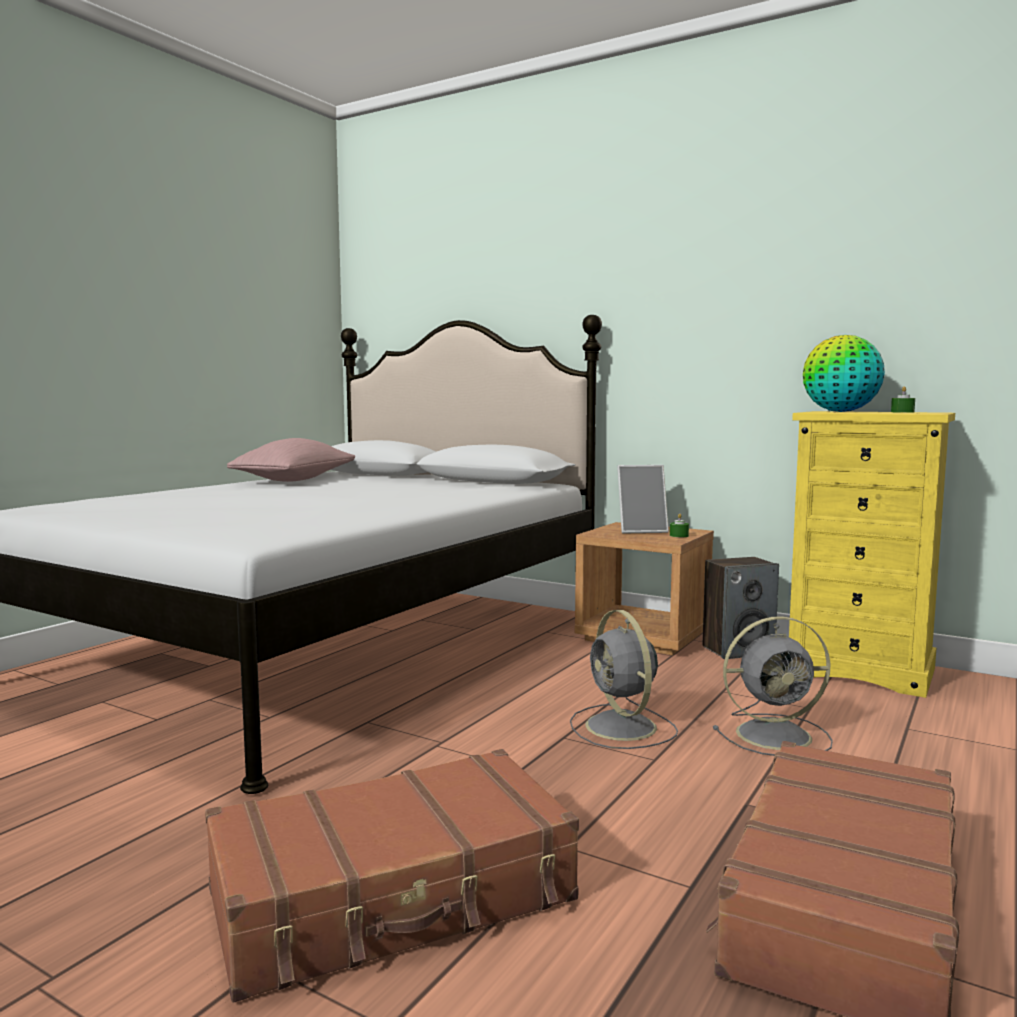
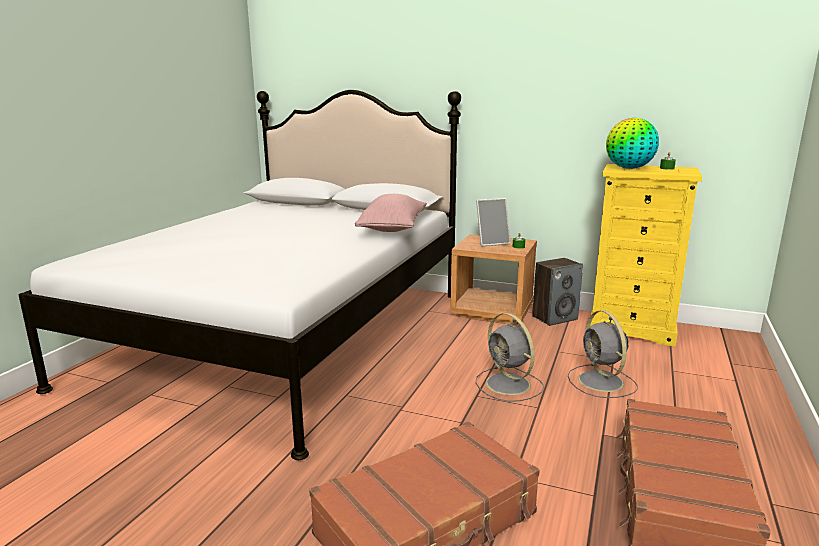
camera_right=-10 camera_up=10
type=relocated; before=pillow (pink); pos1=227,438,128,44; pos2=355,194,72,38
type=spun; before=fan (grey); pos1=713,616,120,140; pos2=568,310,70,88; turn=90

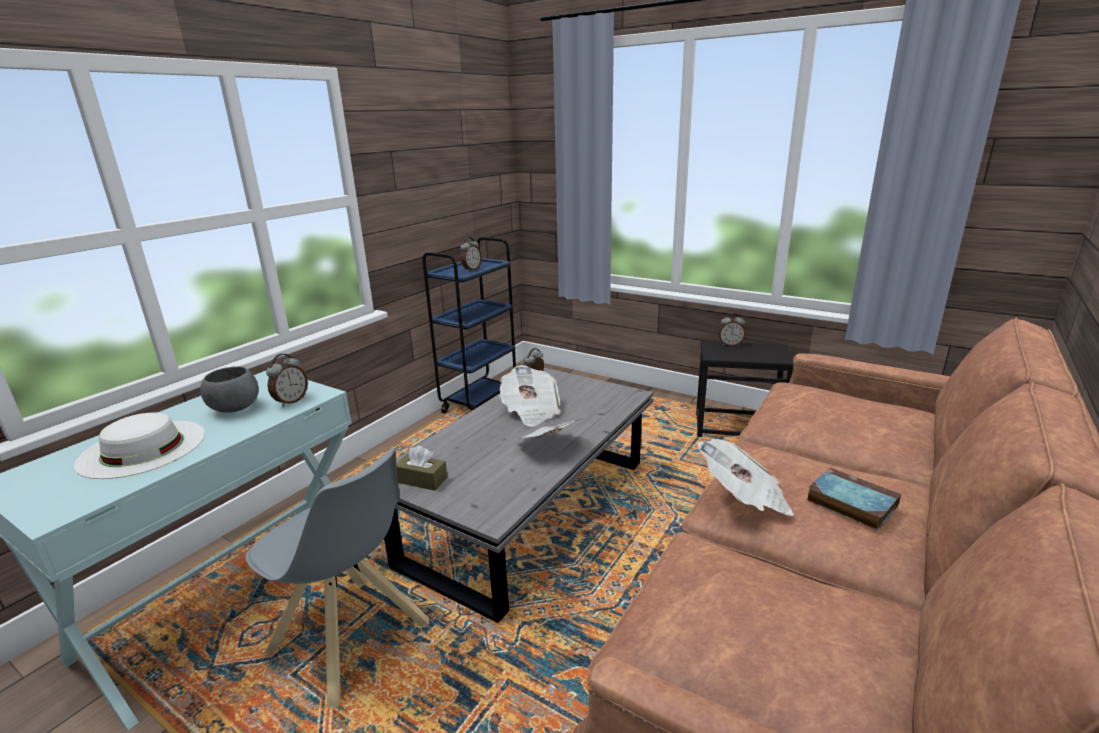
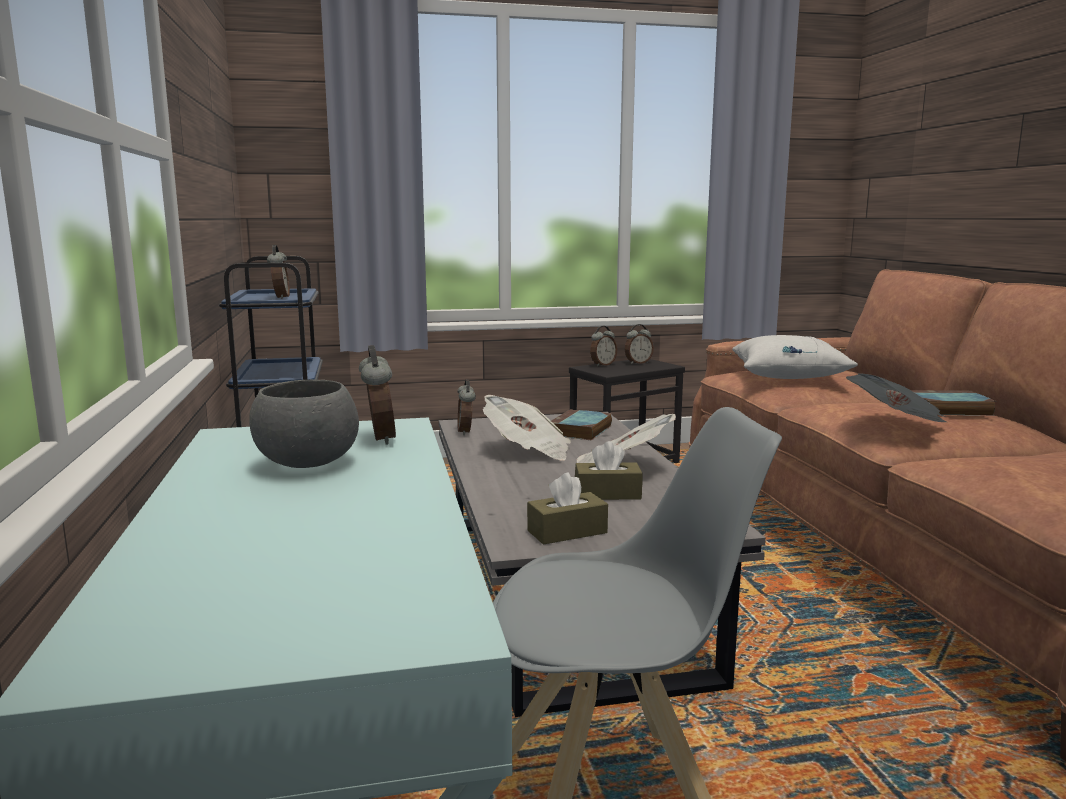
camera_right=-45 camera_up=-10
type=missing; before=hat (white); pos1=74,412,131,67
type=appeared; after=book; pos2=551,409,61,31
type=appeared; after=tissue box (brown); pos2=575,441,68,59
type=appeared; after=alarm clock; pos2=624,324,30,40
type=appeared; after=pillow (grey); pos2=732,335,126,44

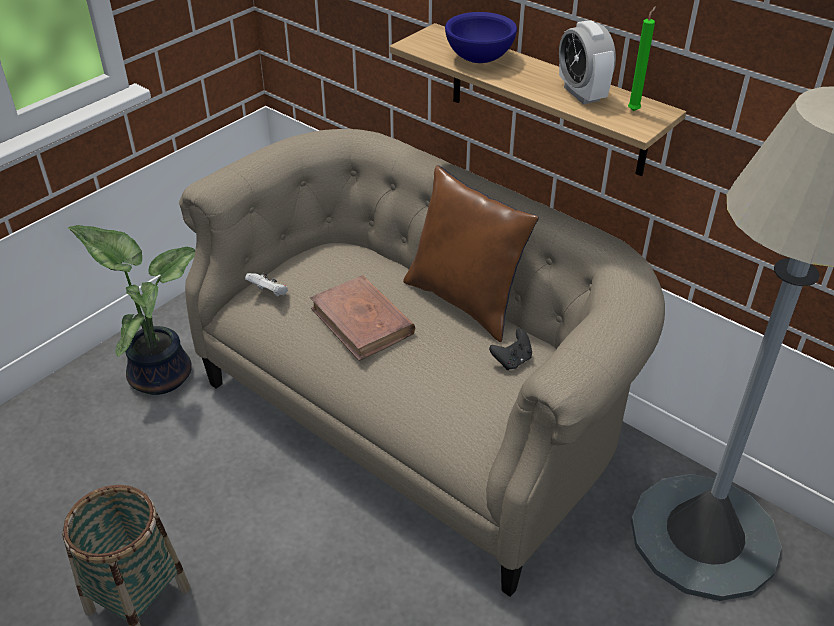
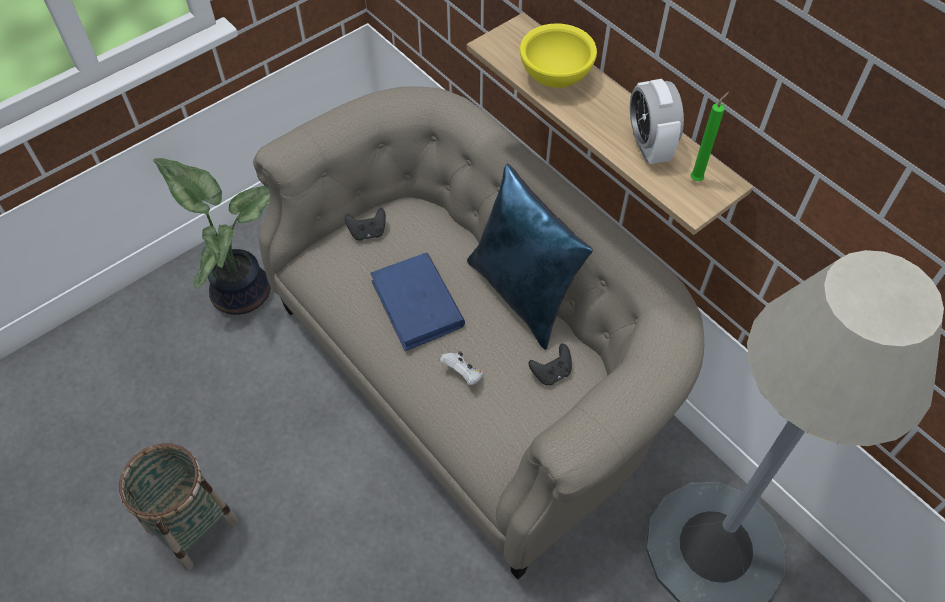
camera_right=10 camera_up=15
type=relocated; before=game controller (white); pos1=245,273,43,24; pos2=439,351,44,34
type=colour; before=book (brown); after=book (blue); pos1=310,275,105,86; pos2=370,253,95,98
type=colour; before=pillow (brown); after=pillow (blue); pos1=403,165,136,177; pos2=467,164,126,186
type=colour; before=bowl (blue); after=bowl (yellow); pos1=445,12,72,51; pos2=520,24,77,64
type=appeared; after=game controller (black); pos2=345,208,41,33

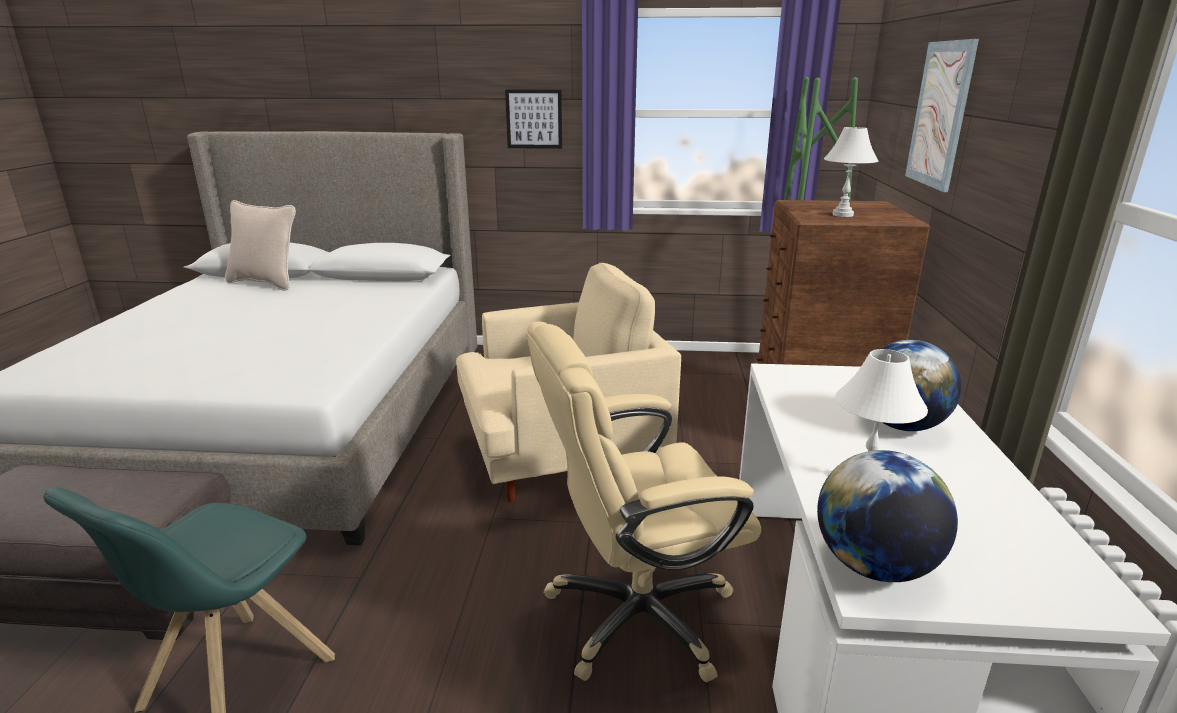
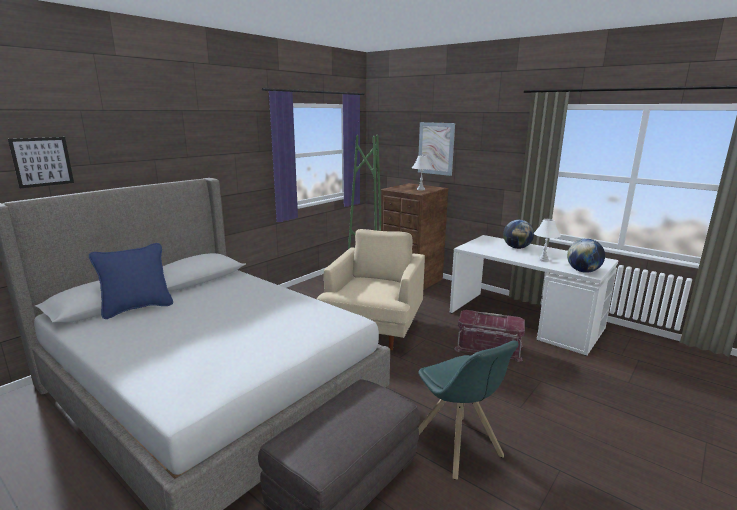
camera_right=-55 camera_up=-5
type=colour; before=pillow (beige); after=pillow (blue); pos1=225,200,71,91; pos2=89,243,84,76
type=relocated; before=picture; pos1=505,90,57,59; pos2=8,137,66,51
type=exchanged; before=office chair (beige); after=storage box (red); pos1=526,321,235,361; pos2=454,310,71,52

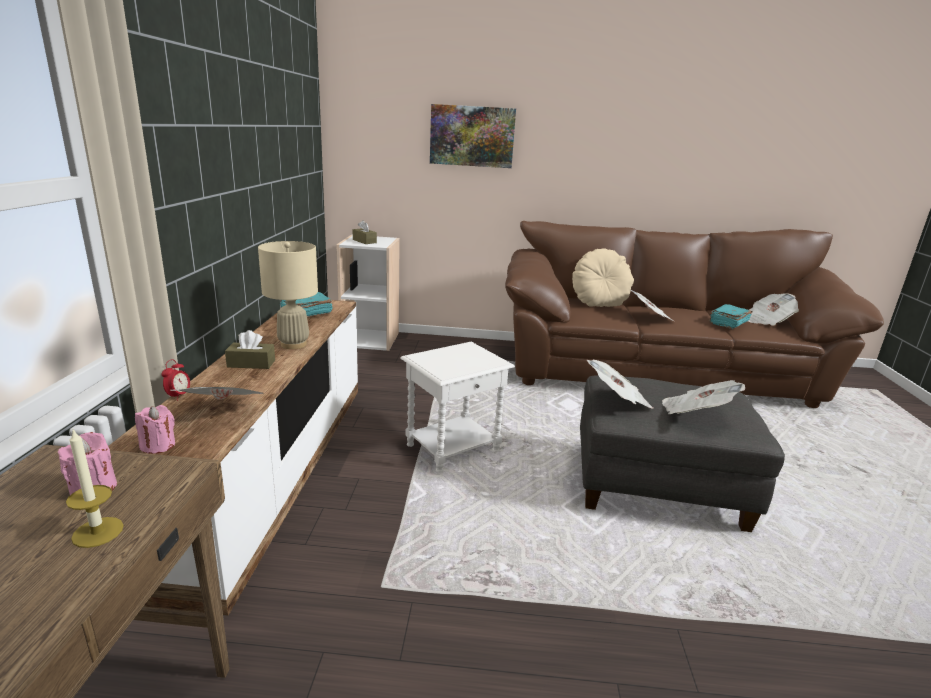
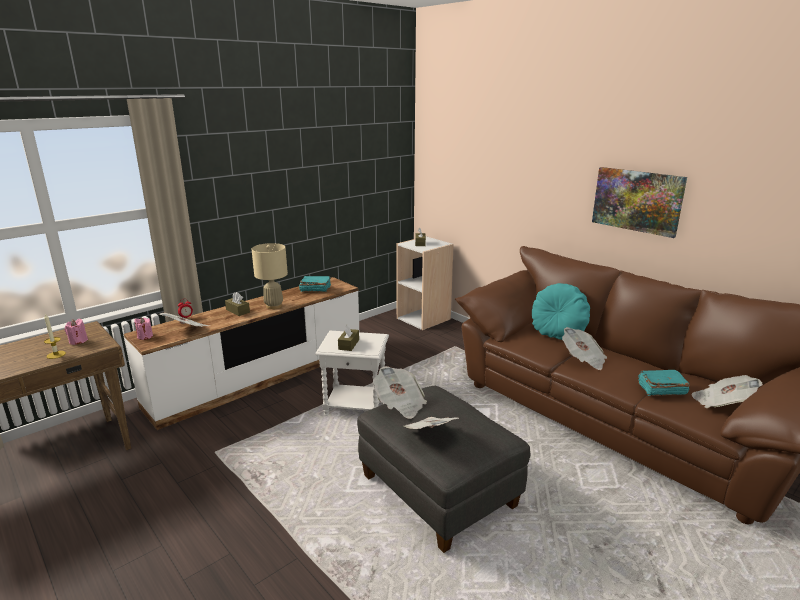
camera_right=45 camera_up=0
type=relocated; before=picture; pos1=430,104,86,64; pos2=592,167,95,71
type=colour; before=pillow (beige); after=pillow (turquoise); pos1=572,248,62,59; pos2=532,283,58,57
type=appeared; after=tissue box (brown); pos2=338,325,21,26

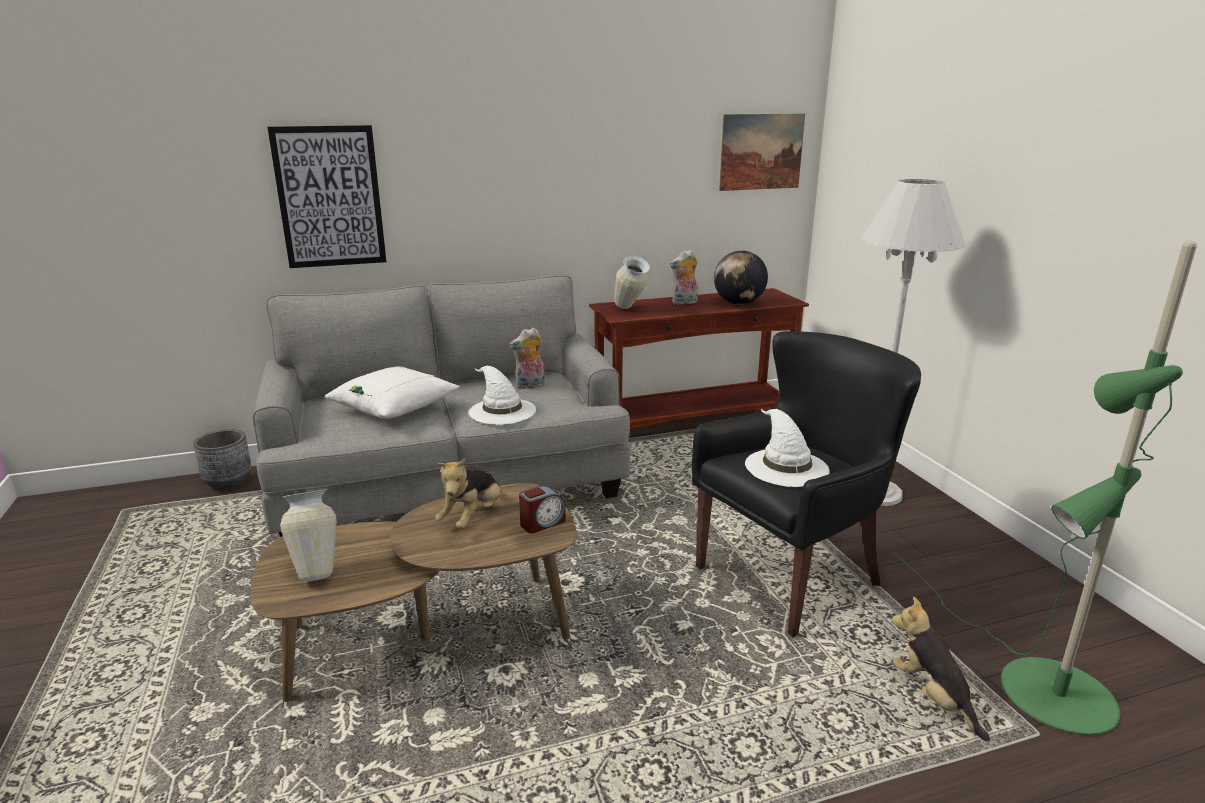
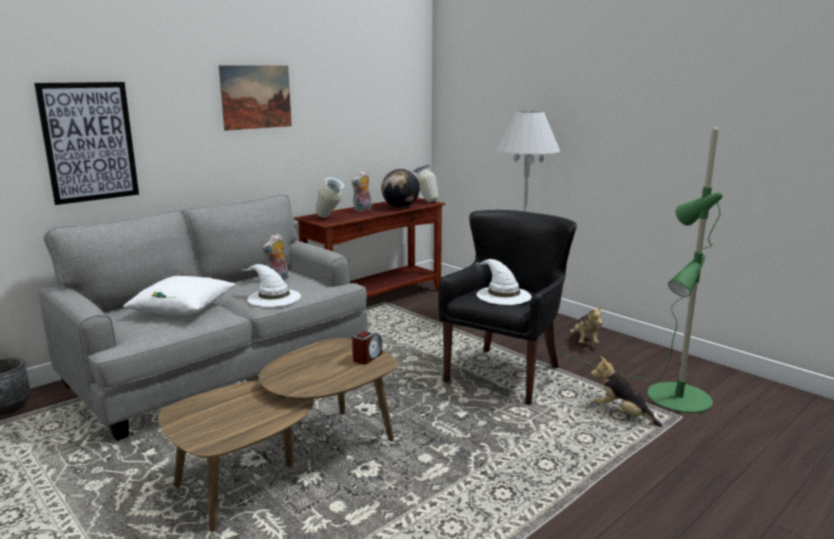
camera_right=-25 camera_up=-5
type=relocated; before=vase; pos1=280,489,57,93; pos2=413,165,26,38
type=relocated; before=plush toy; pos1=435,458,66,71; pos2=570,306,33,38
type=relocated; before=picture; pos1=719,114,86,77; pos2=218,65,74,66

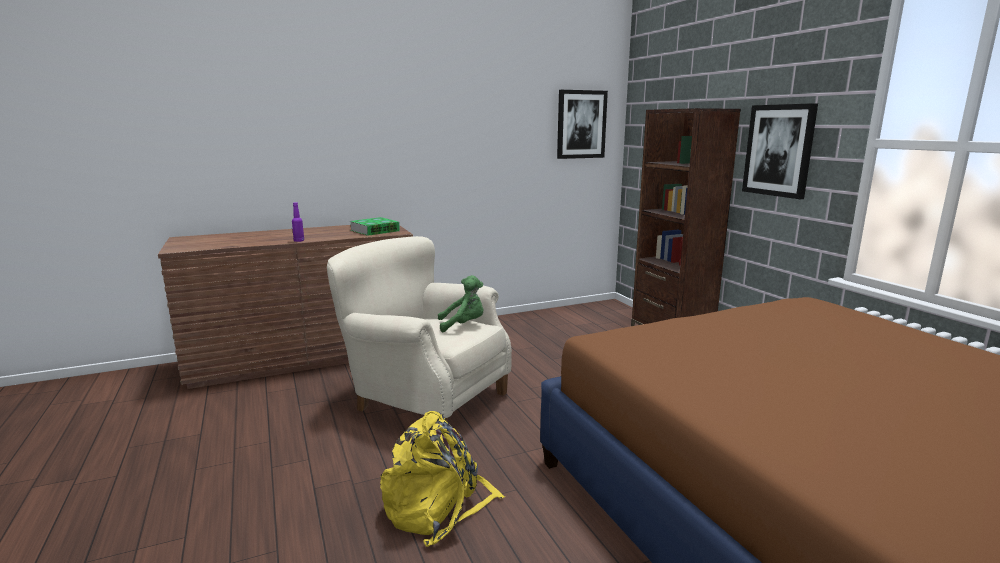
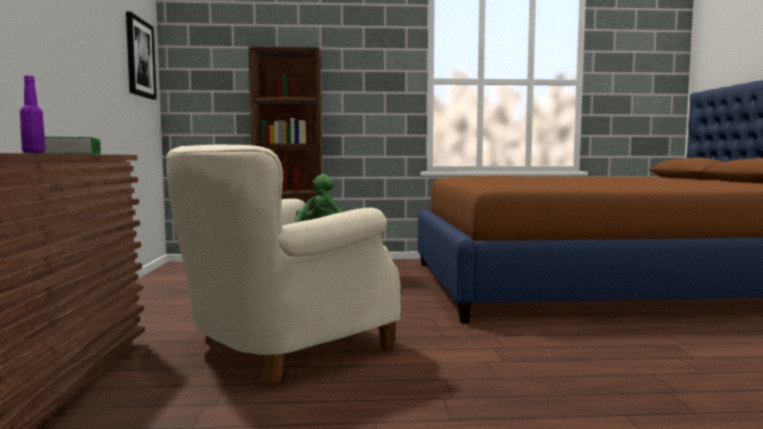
camera_right=-70 camera_up=-10
type=missing; before=backpack (yellow); pos1=380,411,125,136
type=missing; before=picture; pos1=742,103,76,96

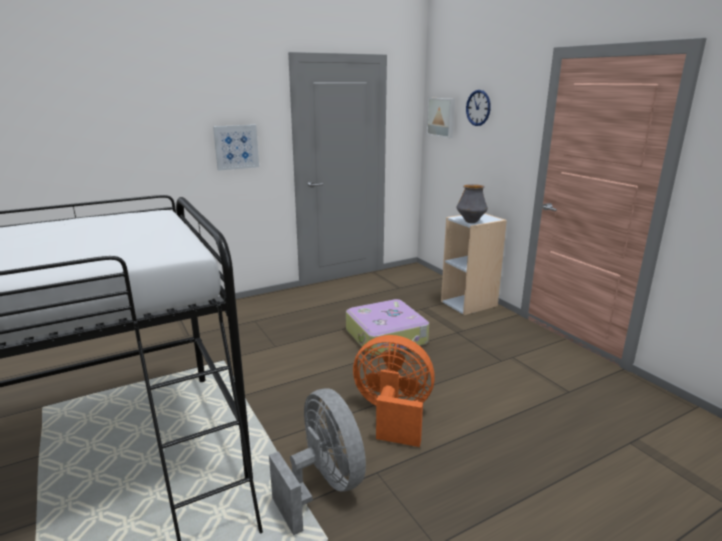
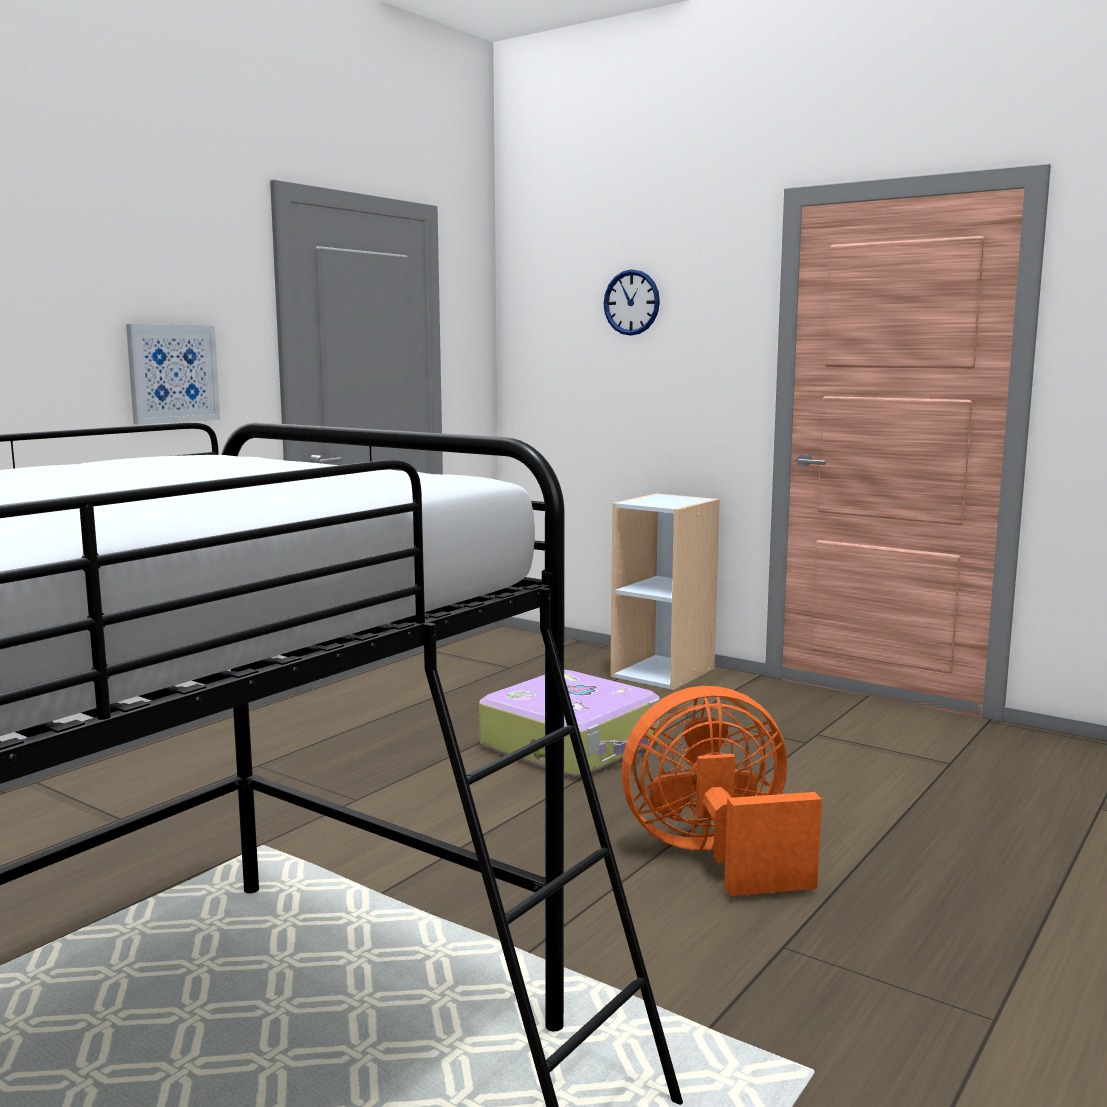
camera_right=-25 camera_up=-10
type=missing; before=fan (grey); pos1=269,388,97,147
type=missing; before=picture; pos1=427,98,28,40
type=missing; before=vase; pos1=457,184,31,39

